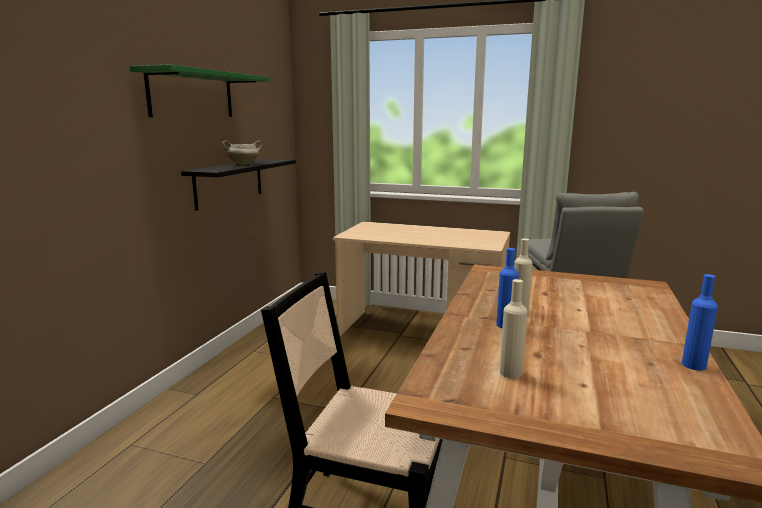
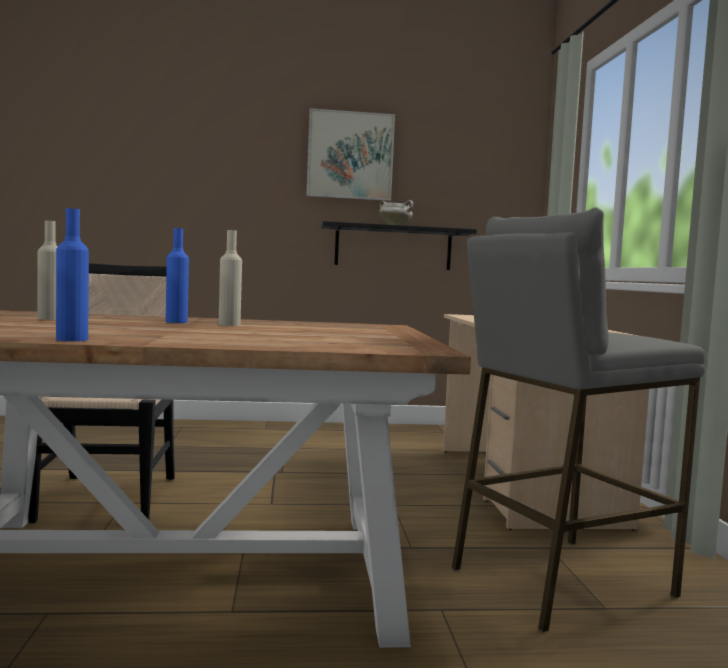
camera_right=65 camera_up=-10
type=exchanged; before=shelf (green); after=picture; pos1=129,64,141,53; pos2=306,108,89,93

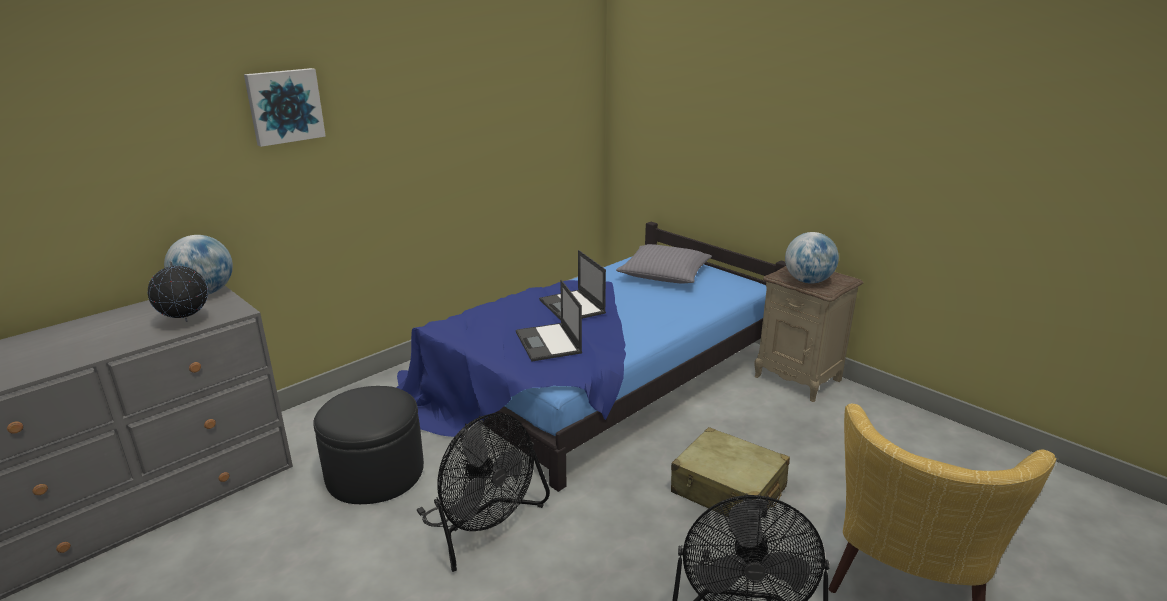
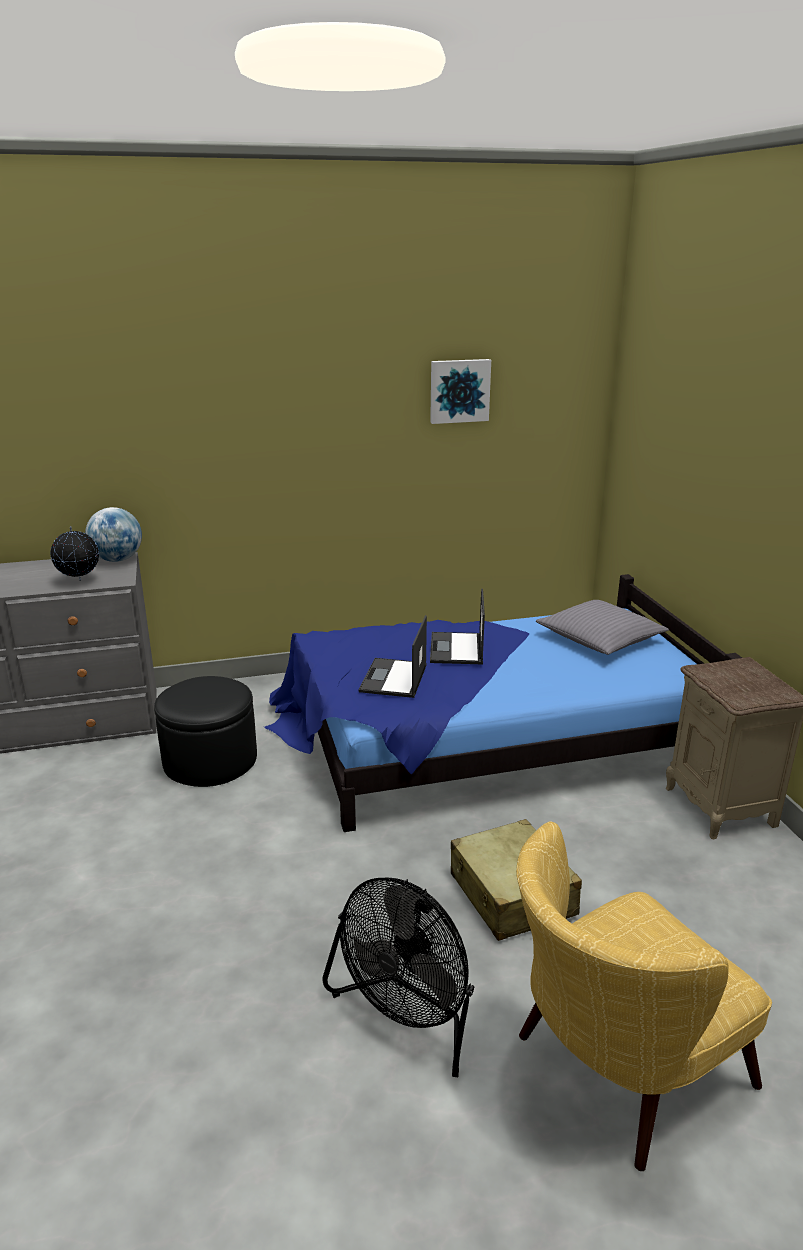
camera_right=30 camera_up=0
type=relocated; before=picture; pos1=244,68,82,79; pos2=430,359,61,65
type=missing; before=fan (black); pos1=417,413,133,159
type=missing; before=globe; pos1=785,232,54,52

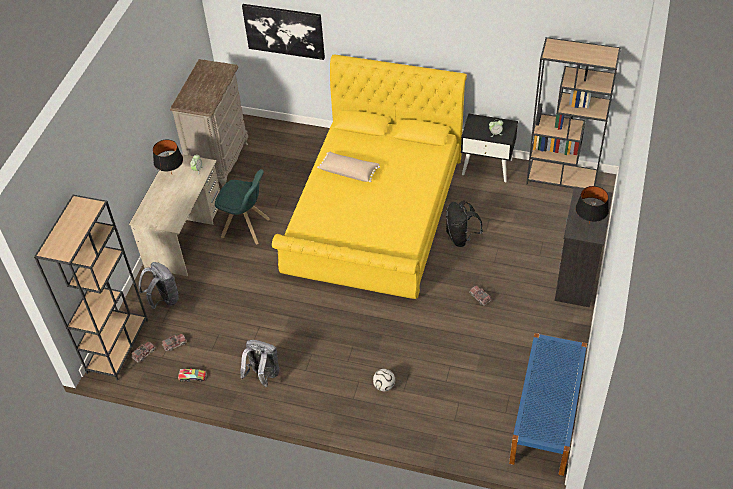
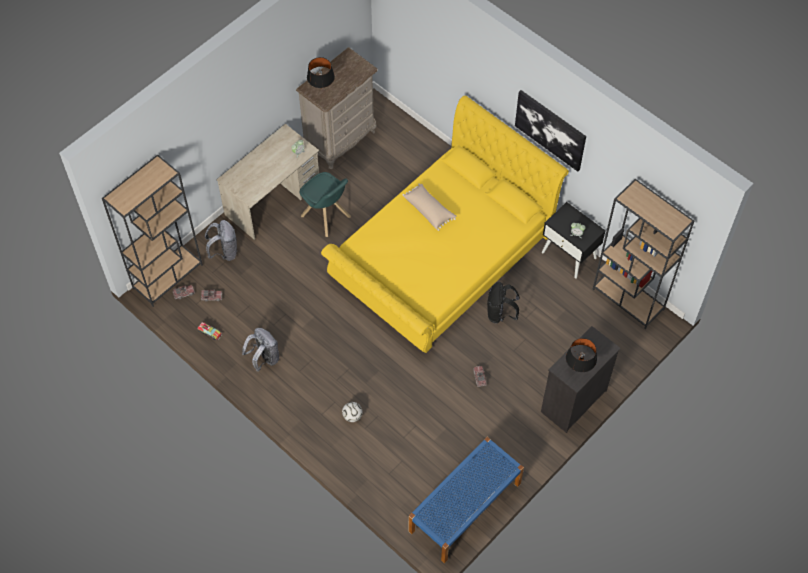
camera_right=25 camera_up=10
type=relocated; before=table lamp (black); pos1=153,140,30,34; pos2=307,57,28,32
type=relocated; before=picture; pos1=242,4,83,56; pos2=515,90,71,82

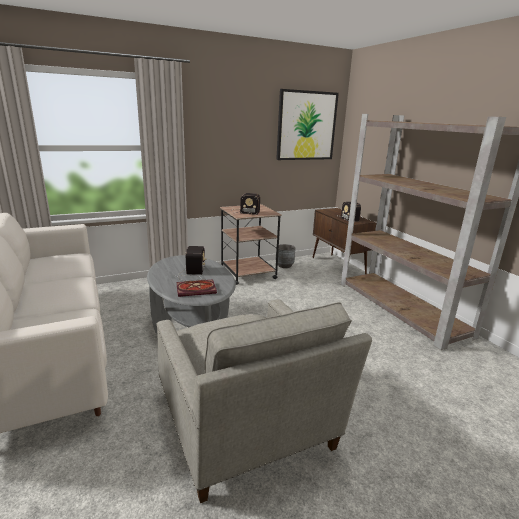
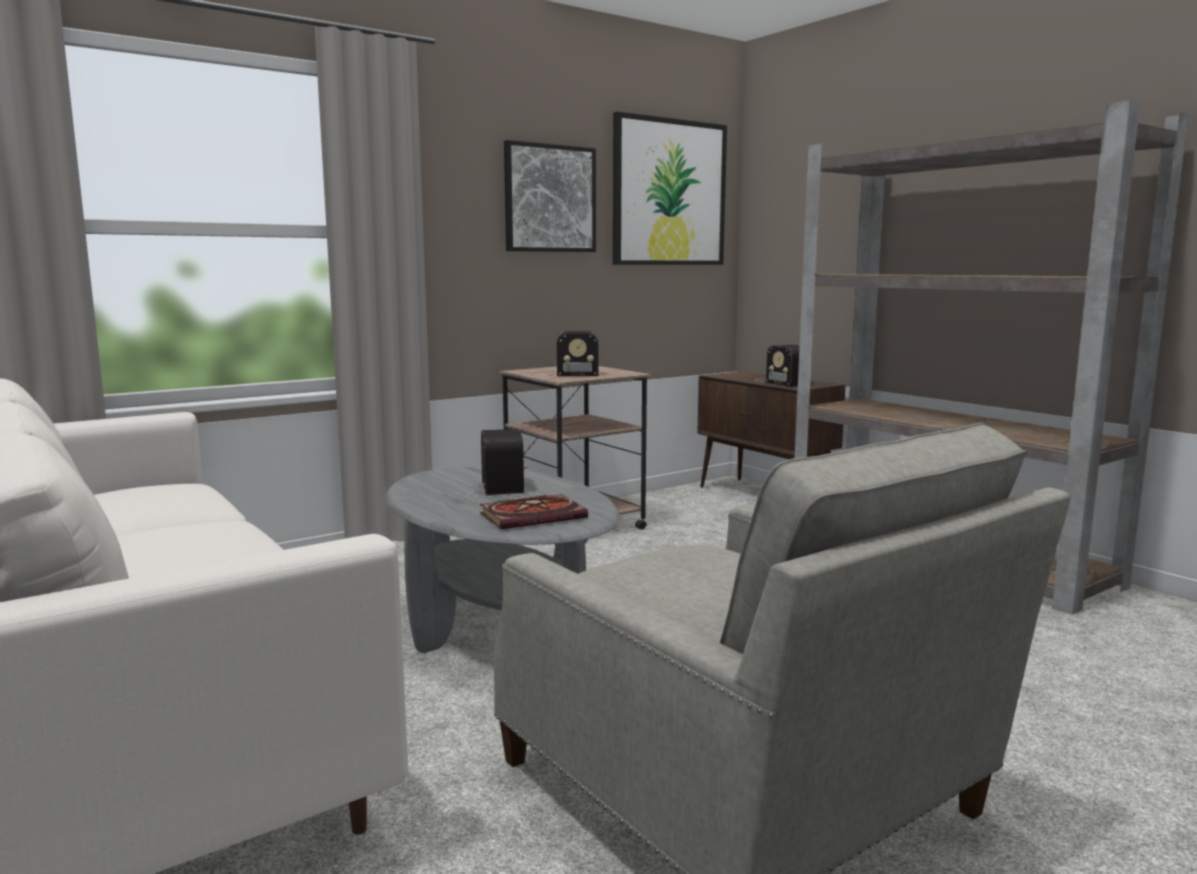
camera_right=-10 camera_up=-10
type=missing; before=planter (grey); pos1=276,244,19,24
type=appeared; after=picture; pos2=504,140,92,112

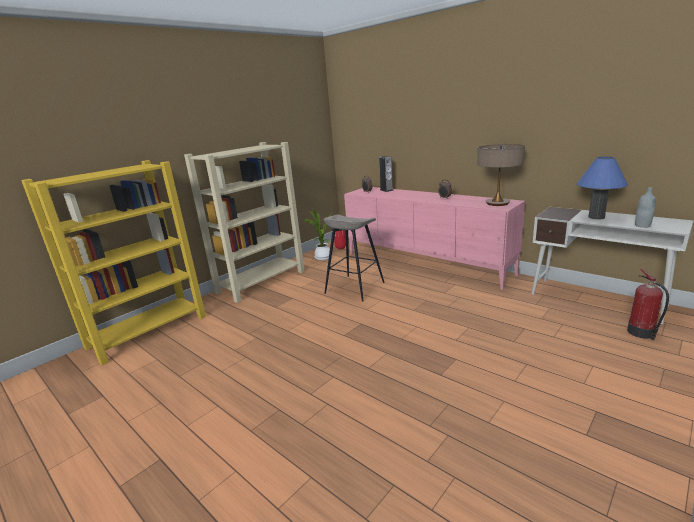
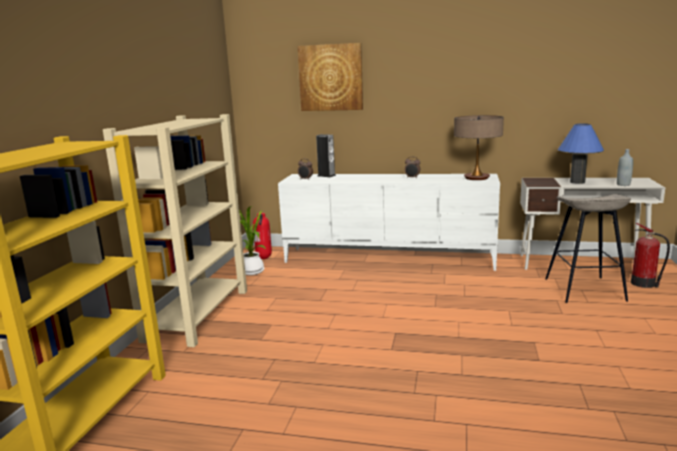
camera_right=-30 camera_up=-5
type=relocated; before=stool (grey); pos1=323,215,62,86; pos2=545,194,86,109
type=colour; before=cabinet (pink); after=cabinet (white); pos1=344,187,181,103; pos2=278,174,222,97
type=appeared; after=picture; pos2=298,43,65,68

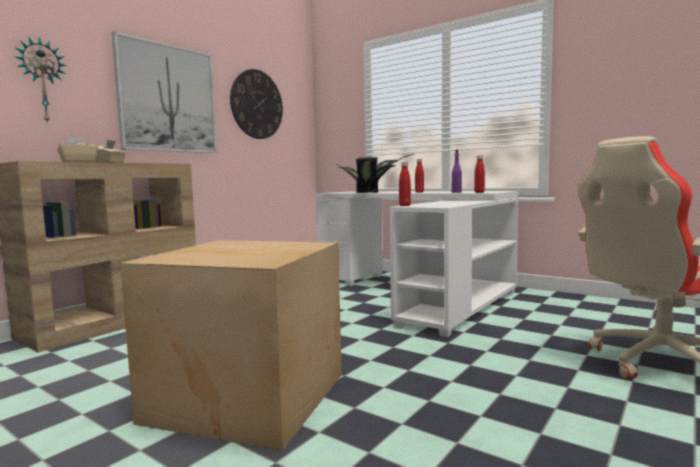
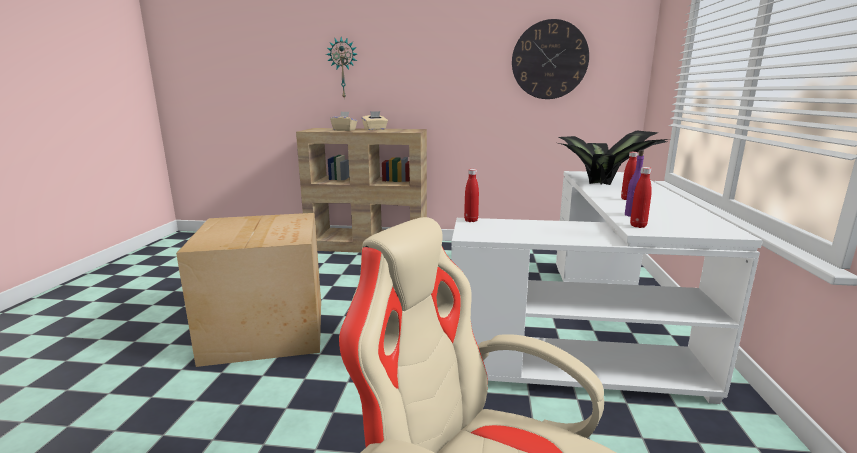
camera_right=60 camera_up=10
type=missing; before=picture; pos1=111,31,106,122

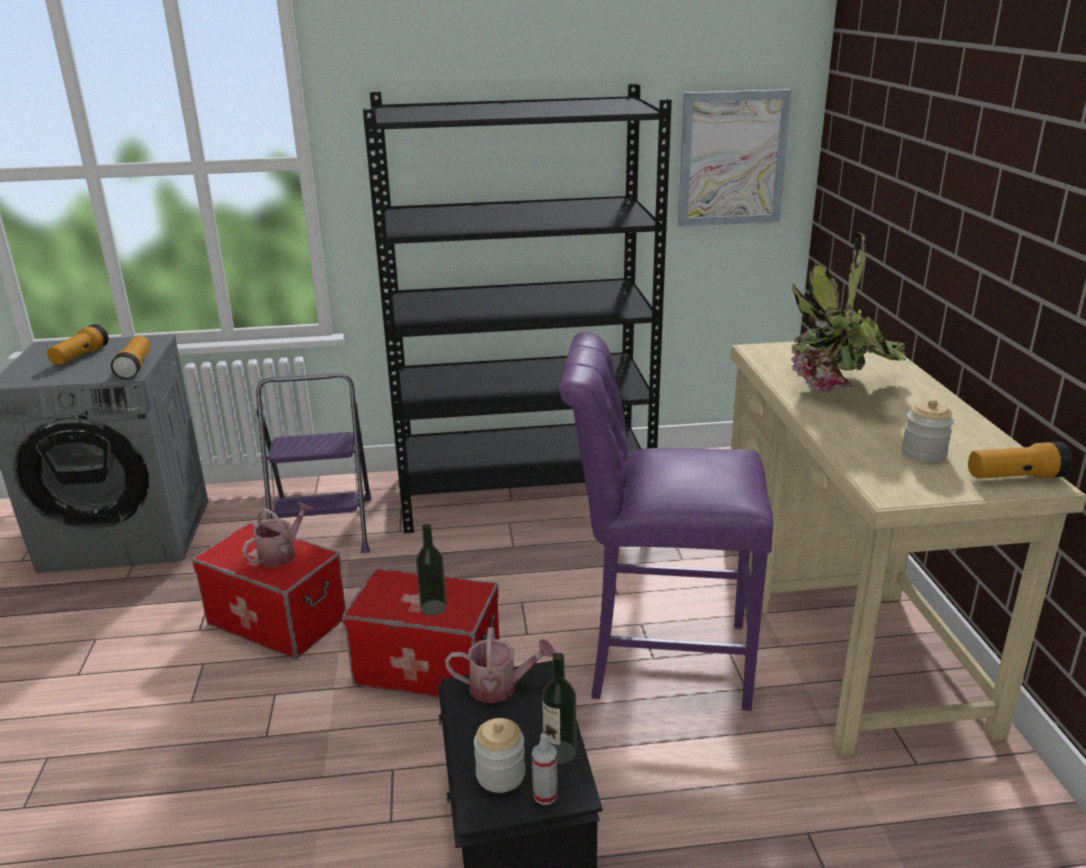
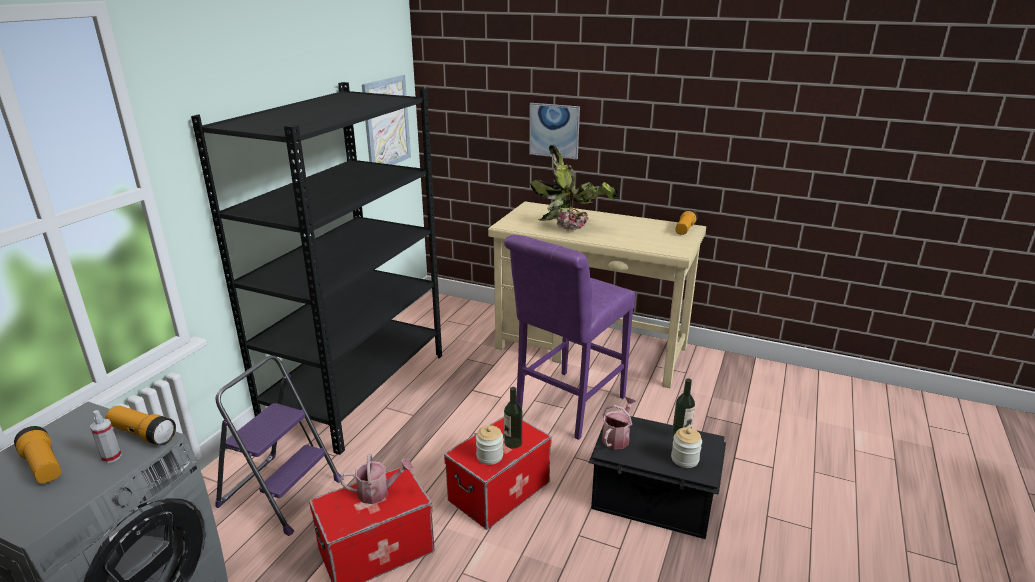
camera_right=-60 camera_up=0
type=spun; before=watering can; pos1=242,502,71,65; pos2=340,454,73,50; turn=105
type=relocated; before=spray bottle; pos1=532,733,26,72; pos2=90,410,32,53
type=relocated; before=jar; pos1=902,399,52,64; pos2=476,425,27,40
type=appeared; after=picture; pos2=529,103,51,57

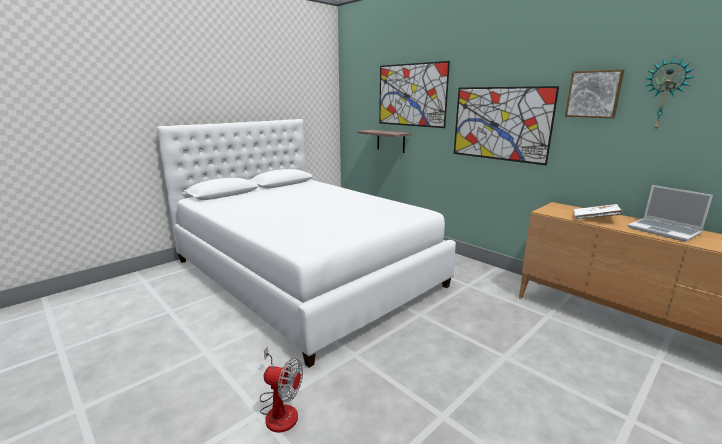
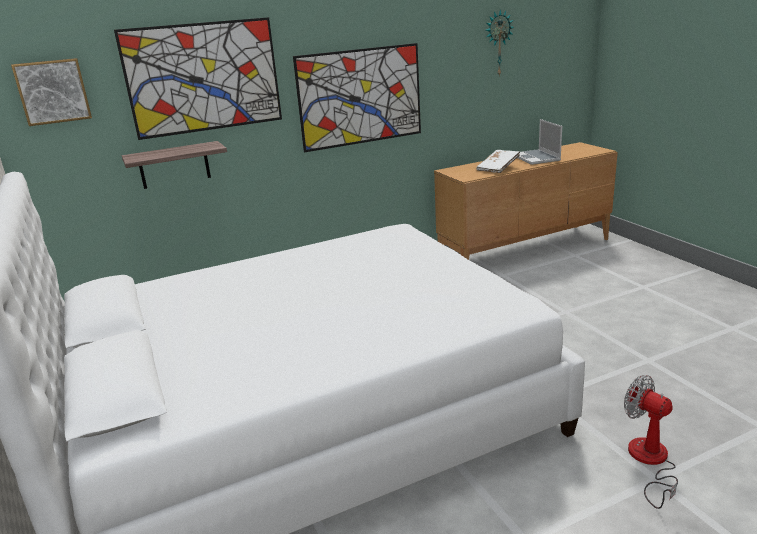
camera_right=-70 camera_up=5
type=spun; before=fan; pos1=260,346,43,87; pos2=624,375,54,134; turn=-75
type=relocated; before=picture; pos1=565,69,59,49; pos2=11,58,81,68
type=spun; before=laptop; pos1=628,185,85,57; pos2=517,119,45,46; turn=90

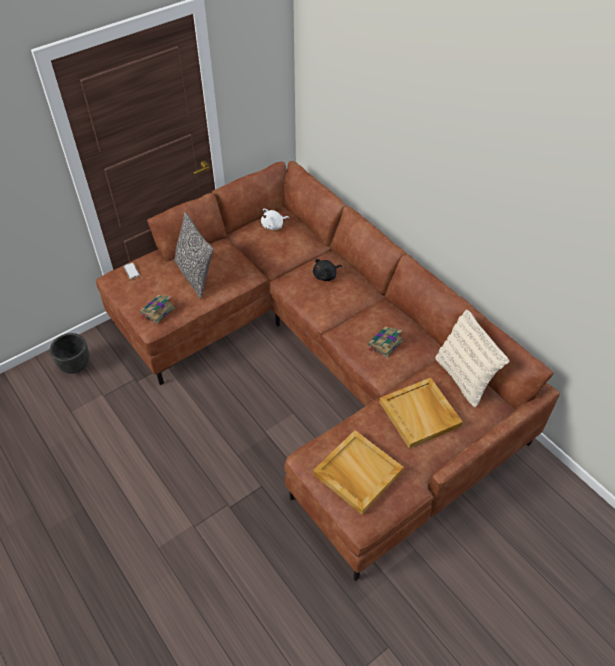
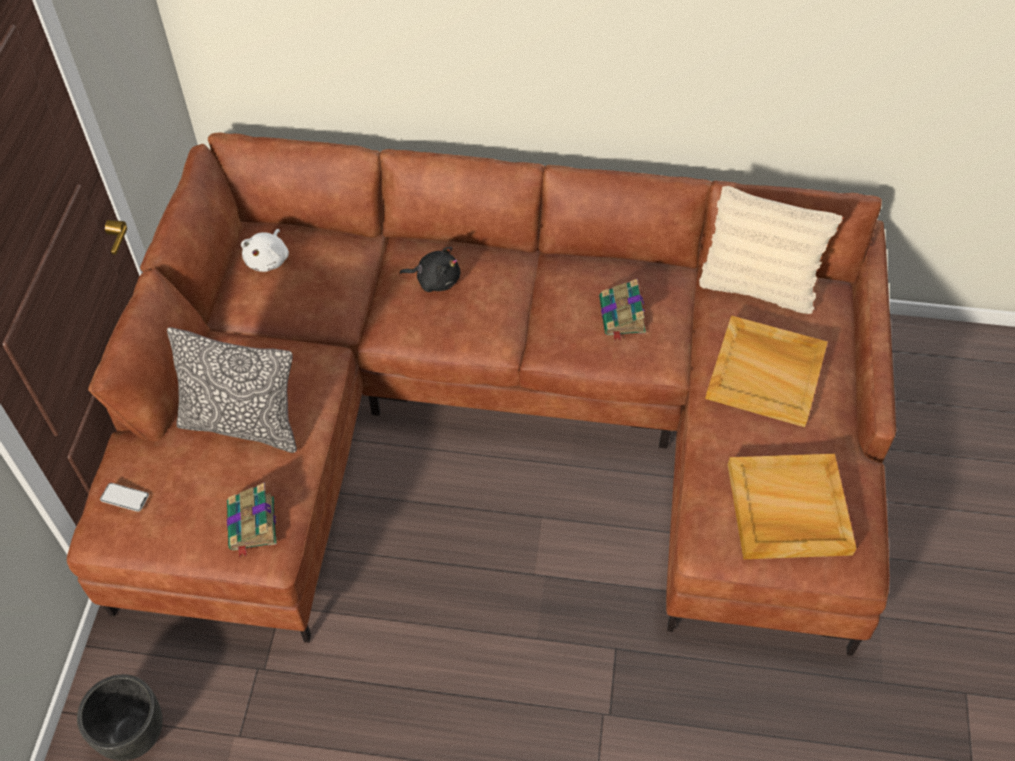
camera_right=-45 camera_up=5
type=spun; before=plush toy (black); pos1=313,259,29,22; pos2=400,247,61,45; turn=-90

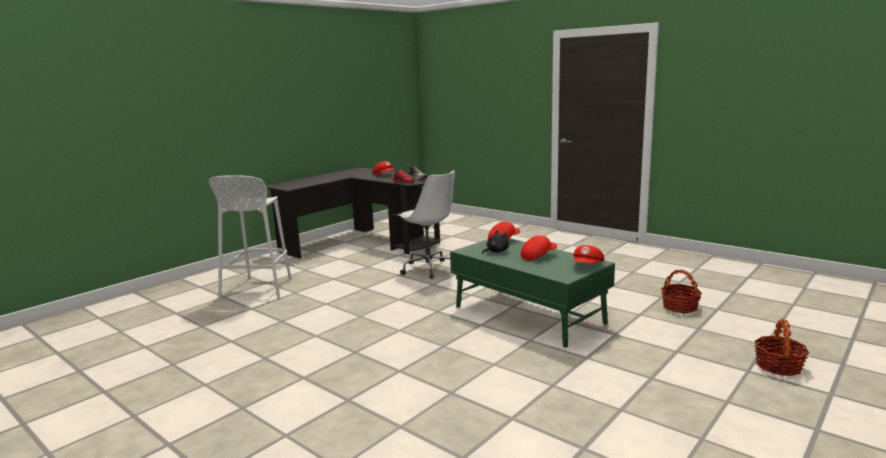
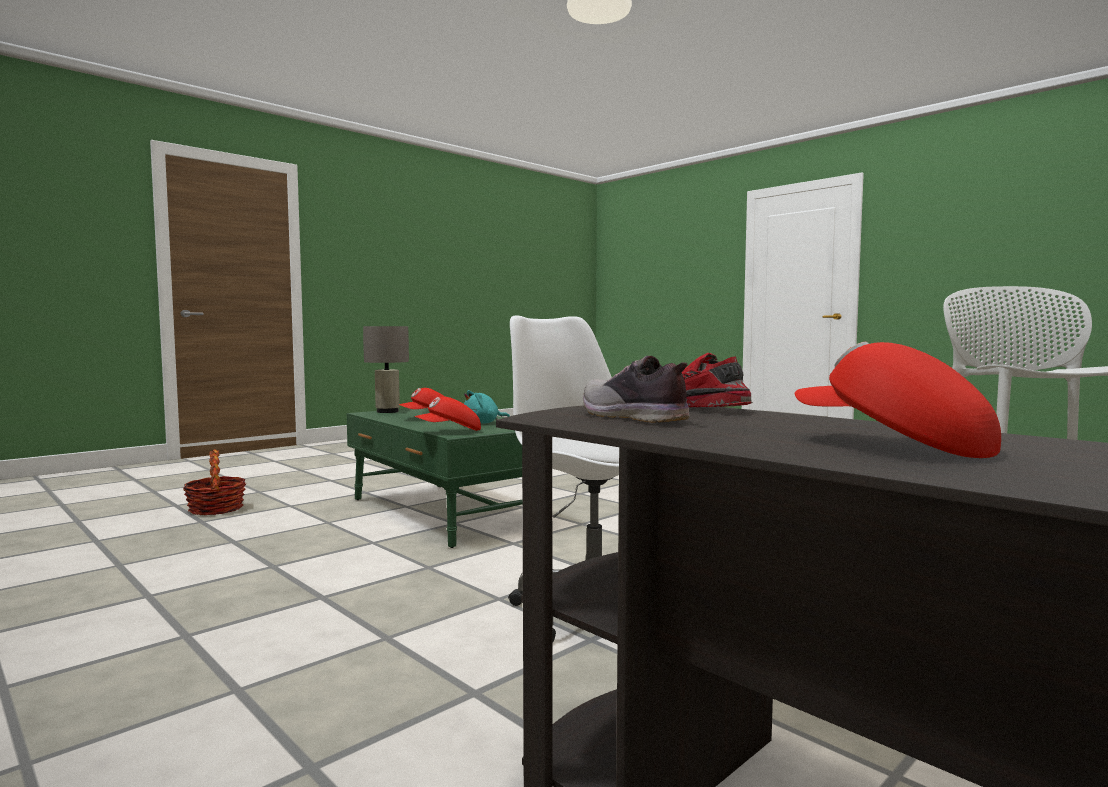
camera_right=-175 camera_up=-10
type=colour; before=plush toy (black); after=plush toy (turquoise); pos1=482,230,27,24; pos2=464,390,46,34
type=exchanged; before=cap (red); after=table lamp (grey); pos1=573,245,32,19; pos2=363,326,46,87
type=missing; before=basket; pos1=754,319,55,57

